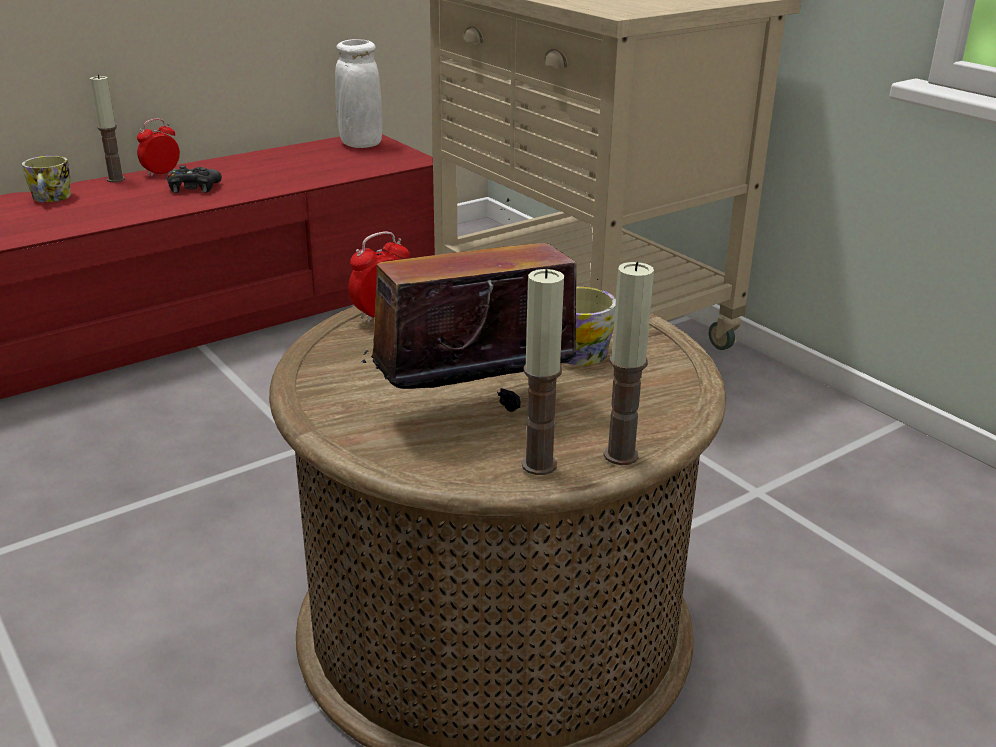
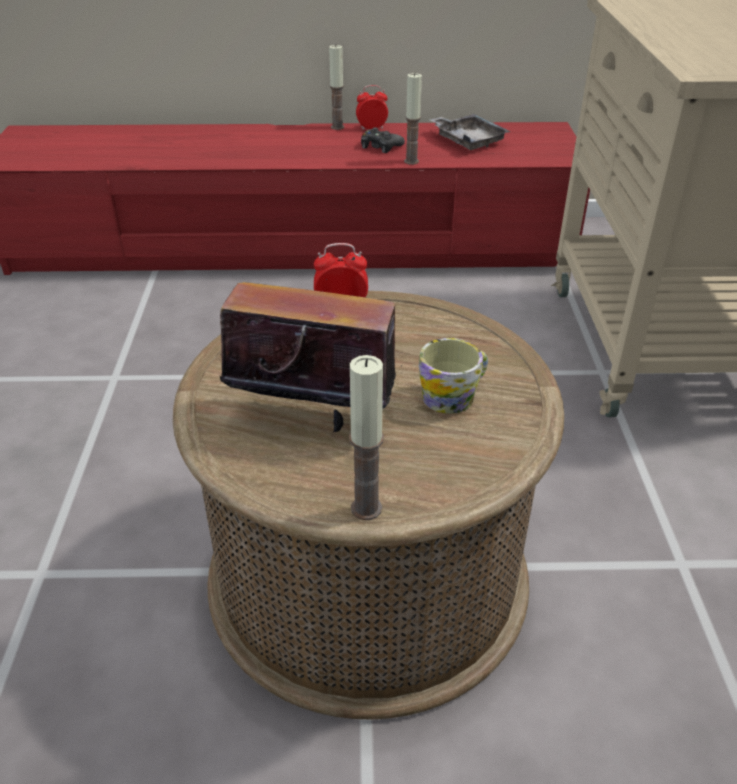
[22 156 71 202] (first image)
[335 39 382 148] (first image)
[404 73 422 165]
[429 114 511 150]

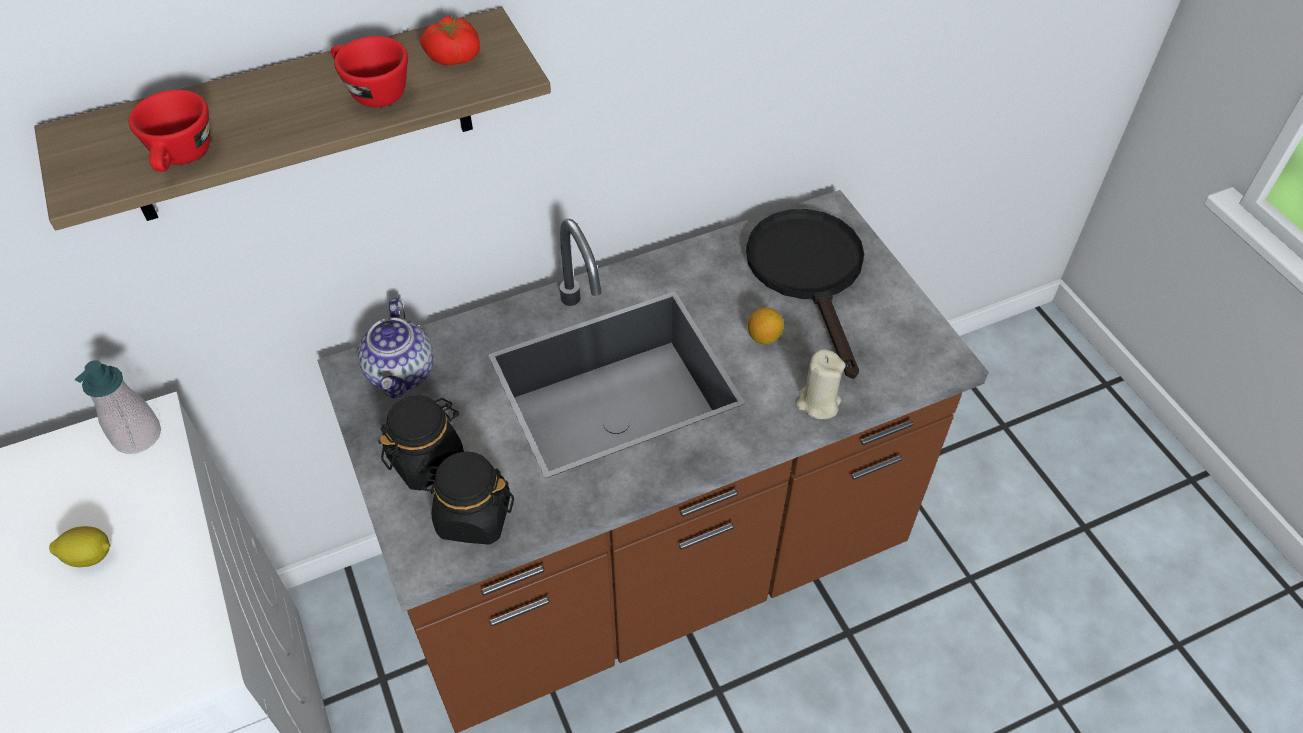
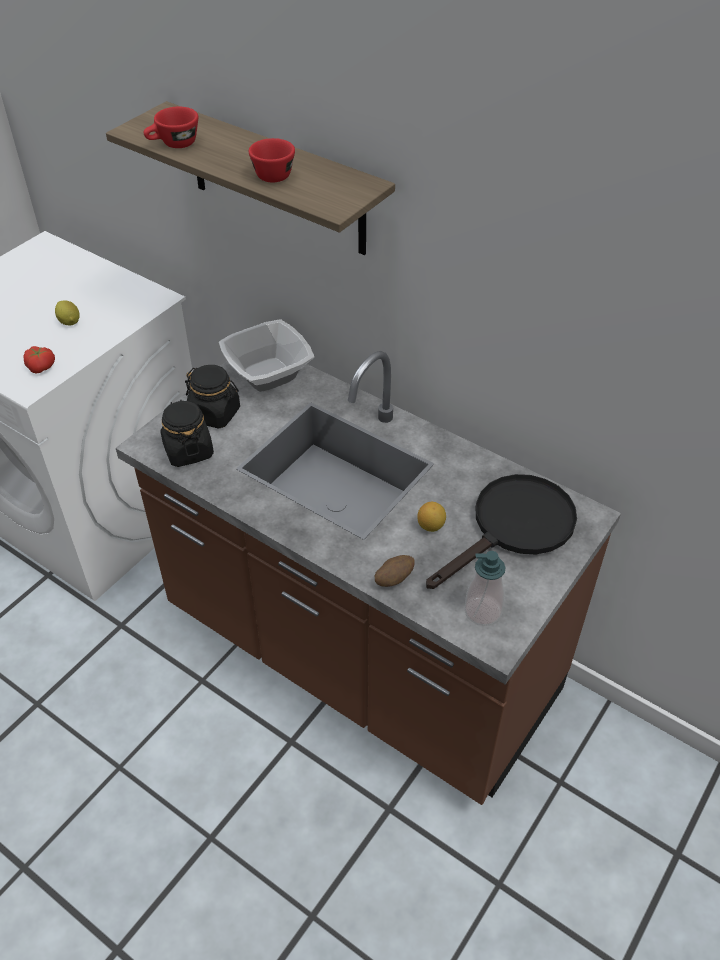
[464 551 506 626]
[219 319 314 392]
[23 346 55 373]
[375 555 415 587]

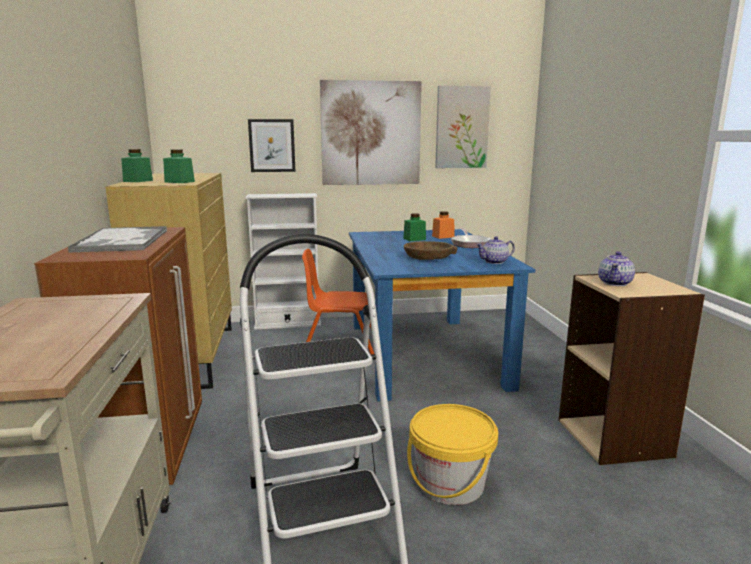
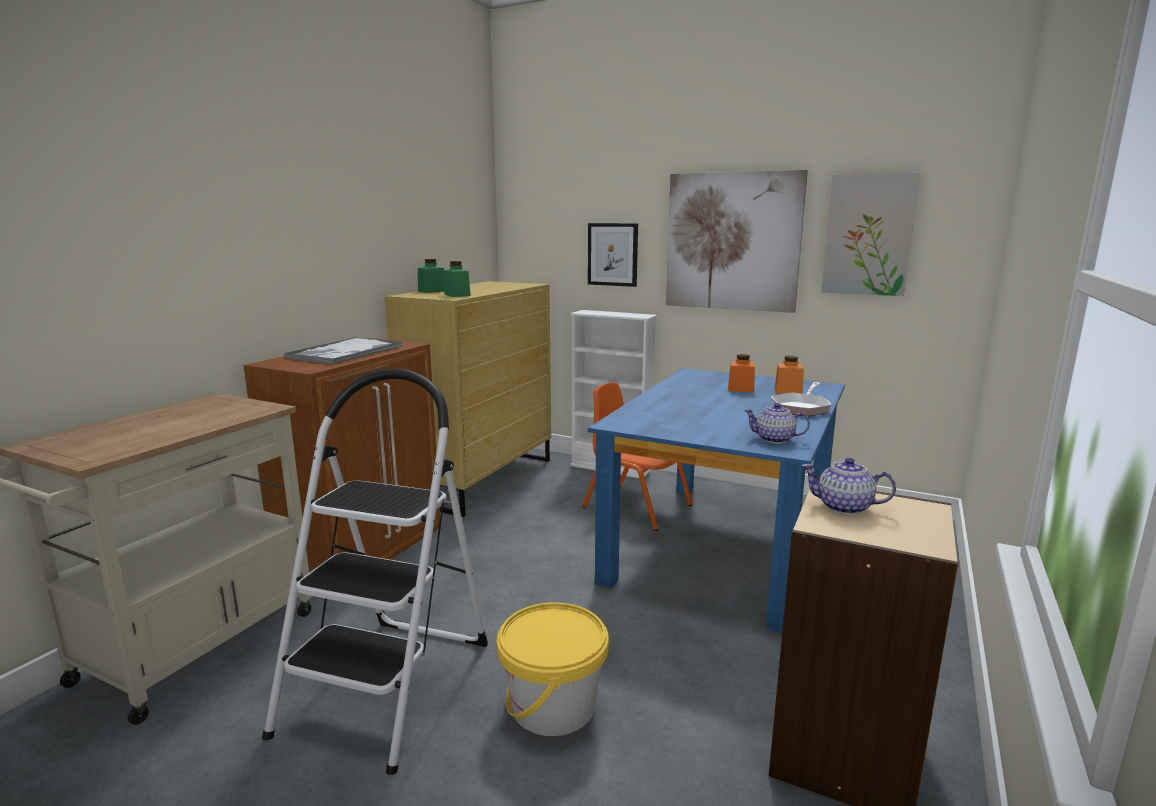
[728 354 755 393]
[404 241 457 260] (first image)
[801 458 896 515]

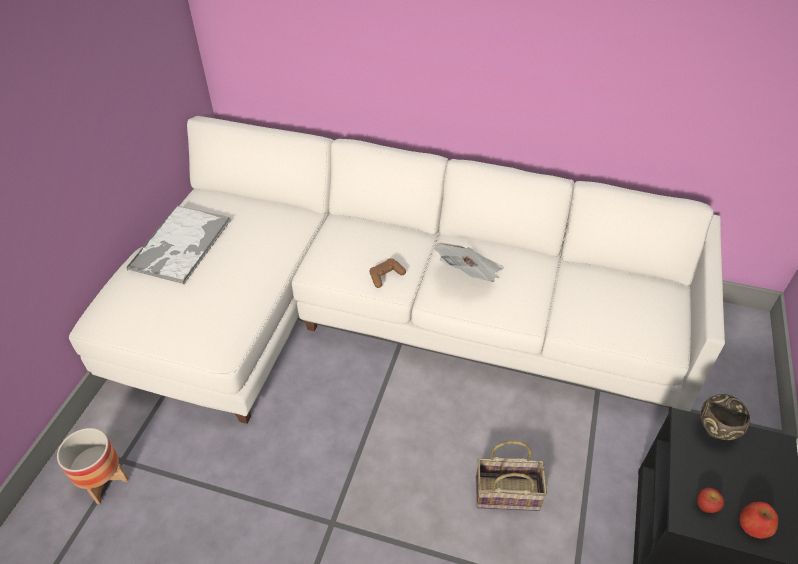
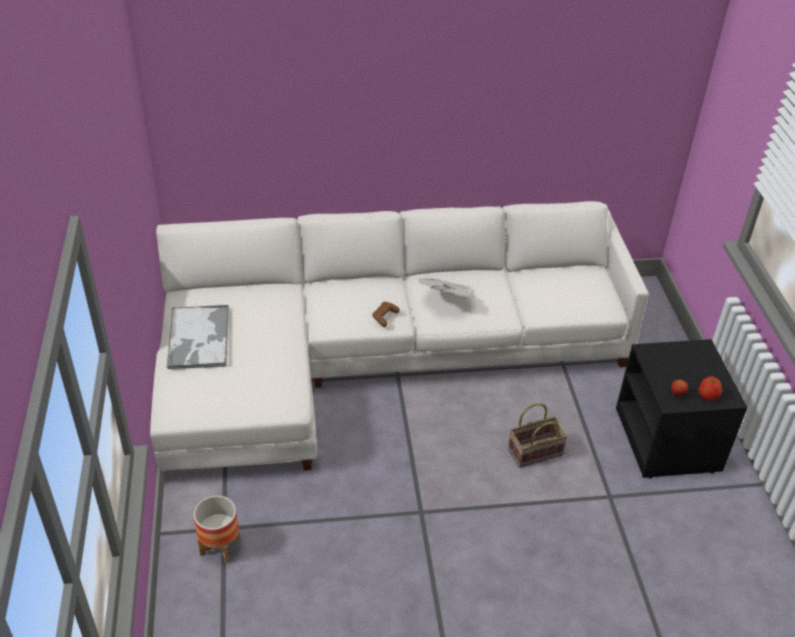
[700 394 750 440] (first image)

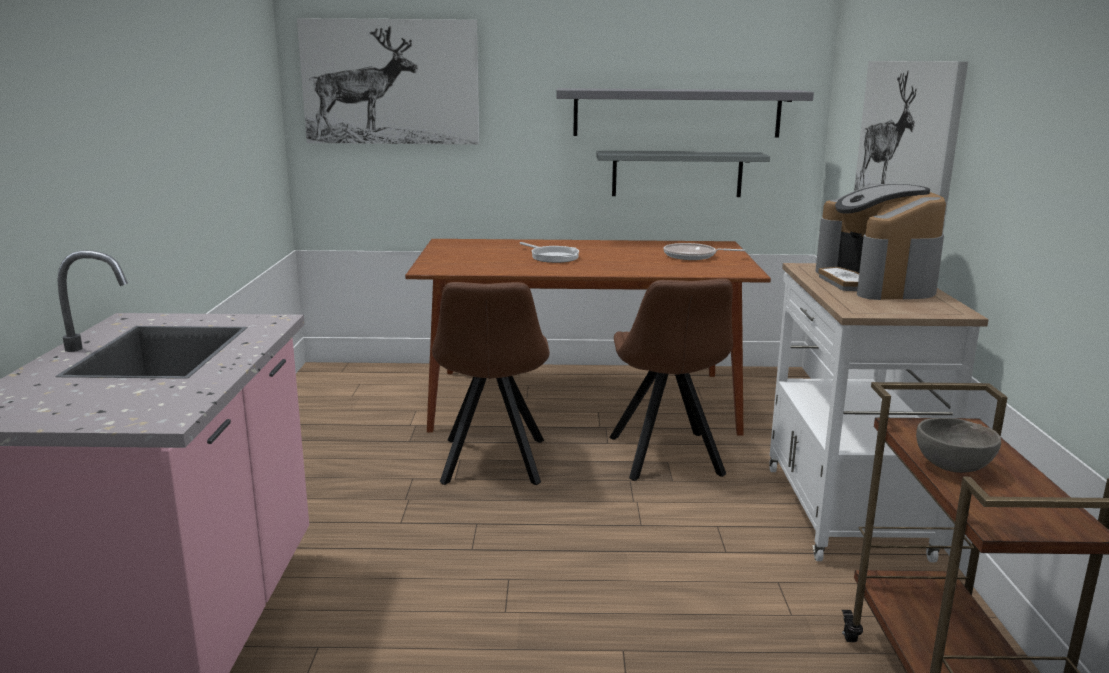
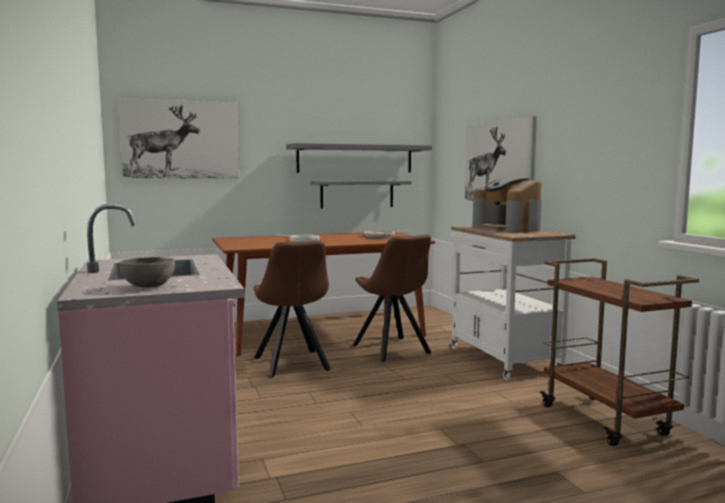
[119 257 175 288]

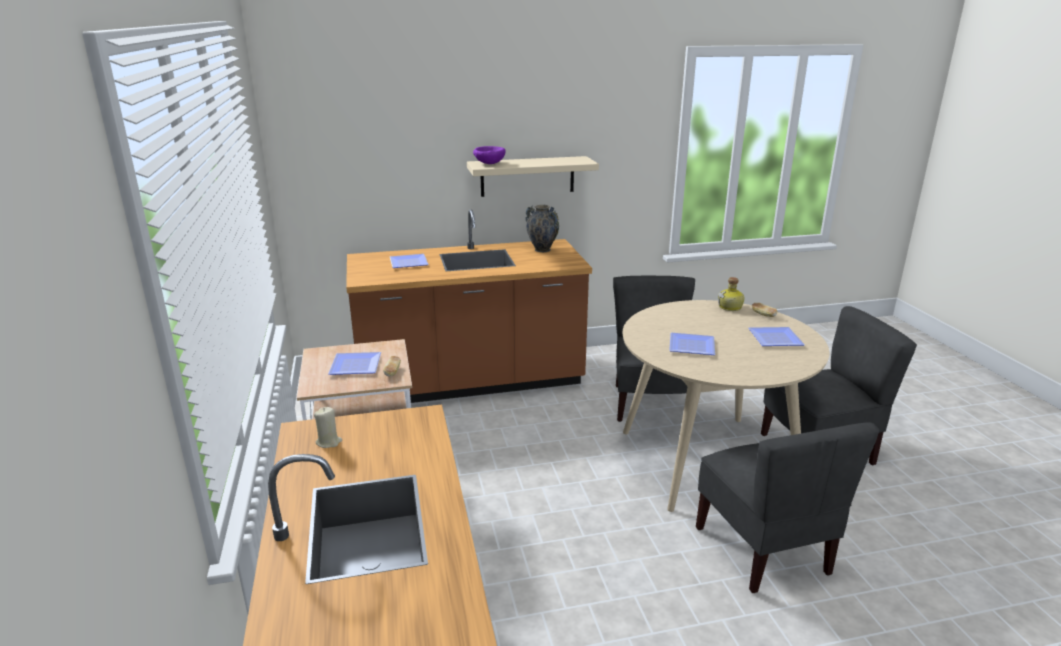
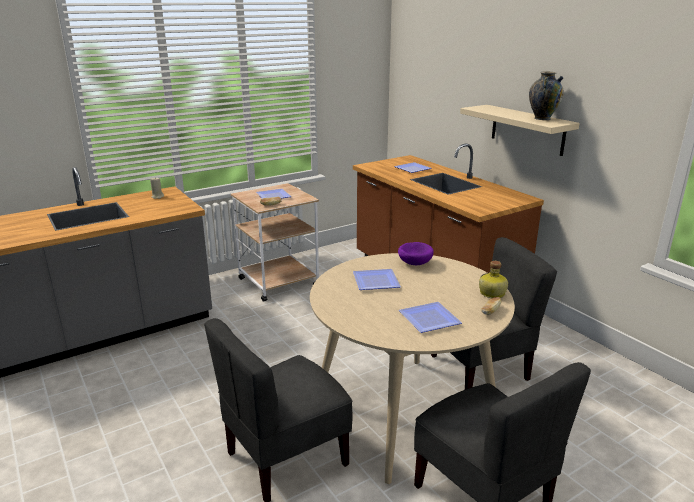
[398 242 434 265]
[529 71 564 120]

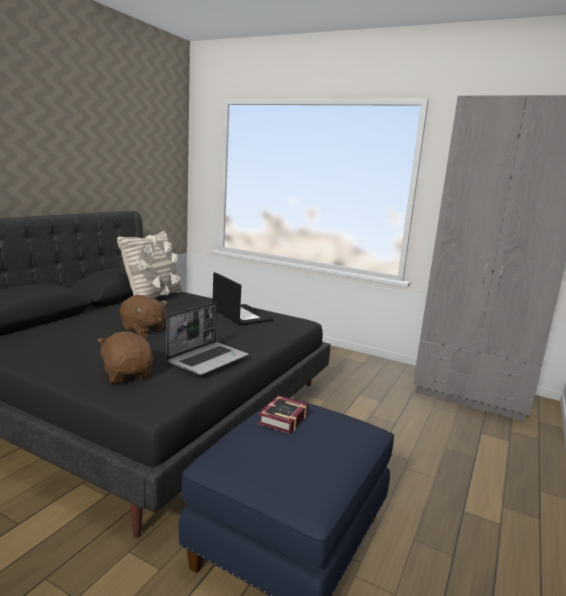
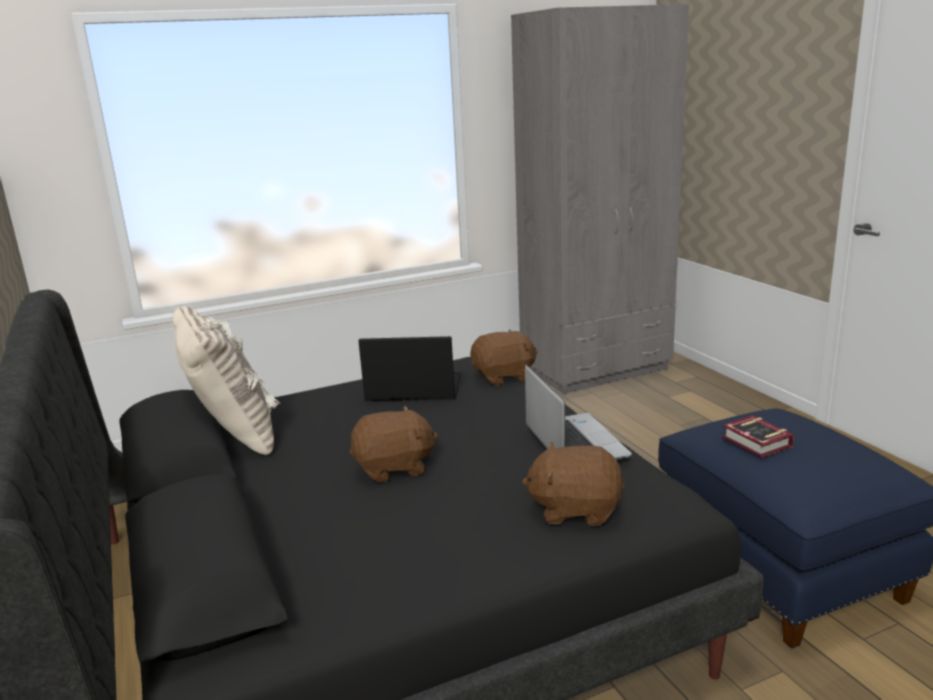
[470 330 538 386]

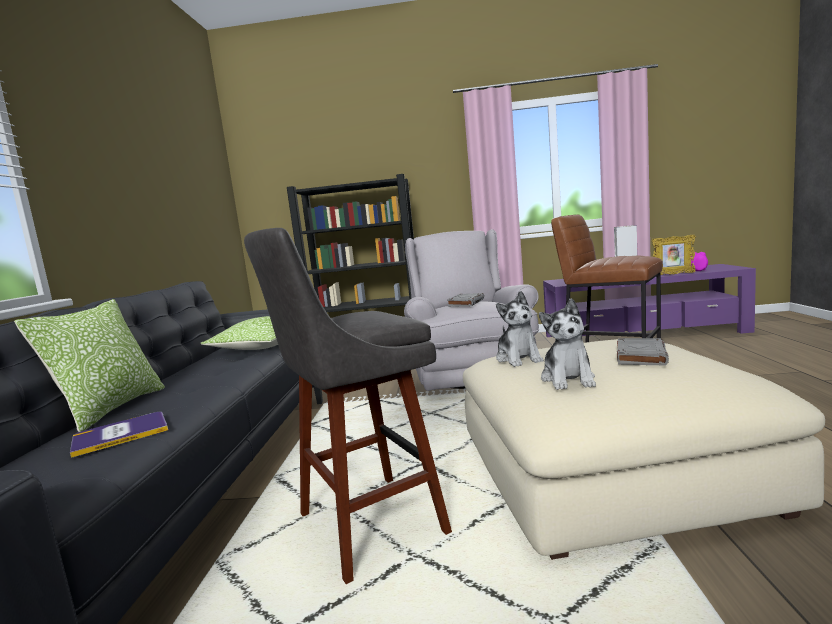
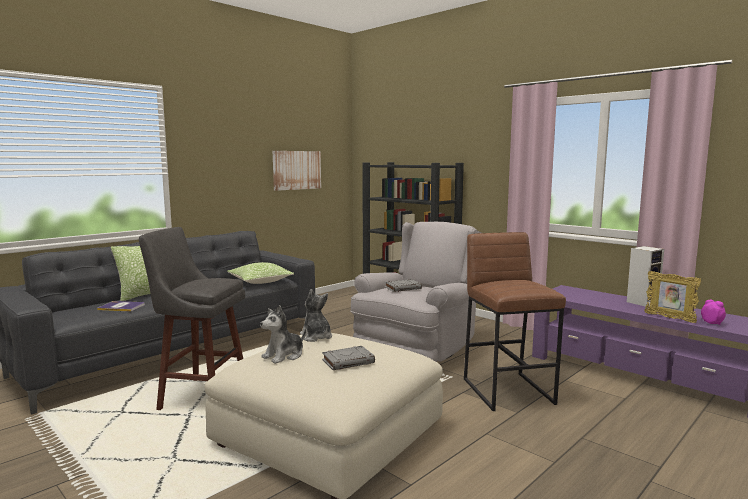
[300 289 332 342]
[273 151 321 191]

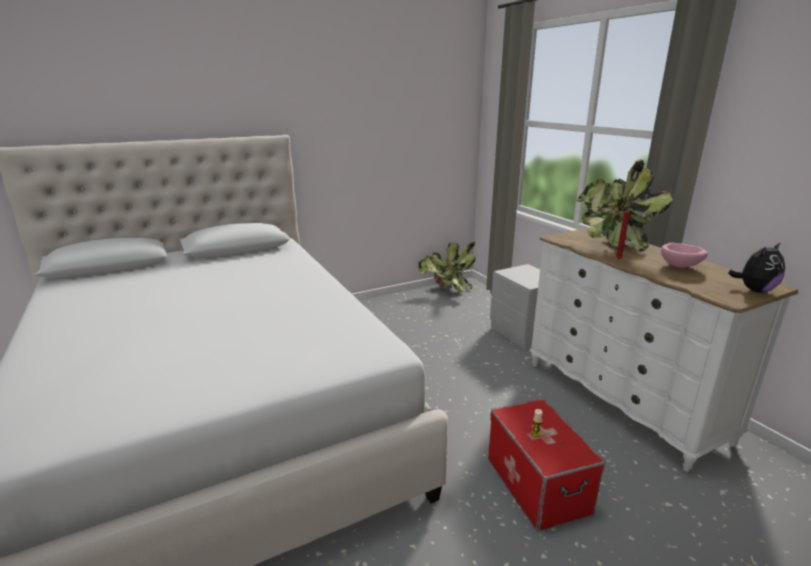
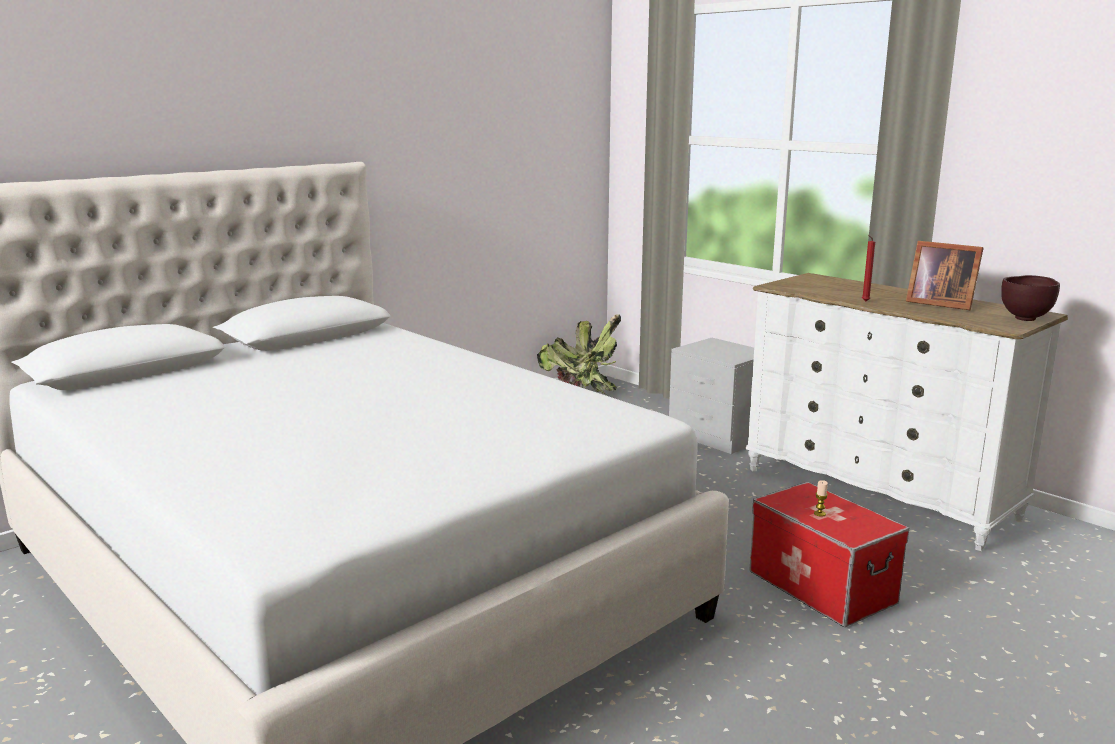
[576 159 673 252] (first image)
[906 241 984 310]
[1001 275 1060 321]

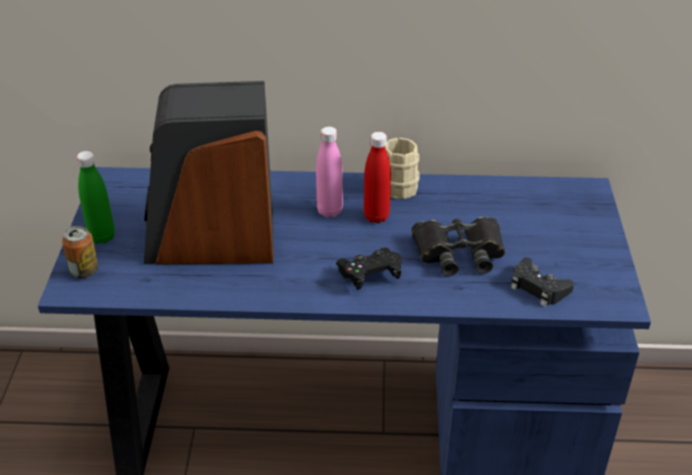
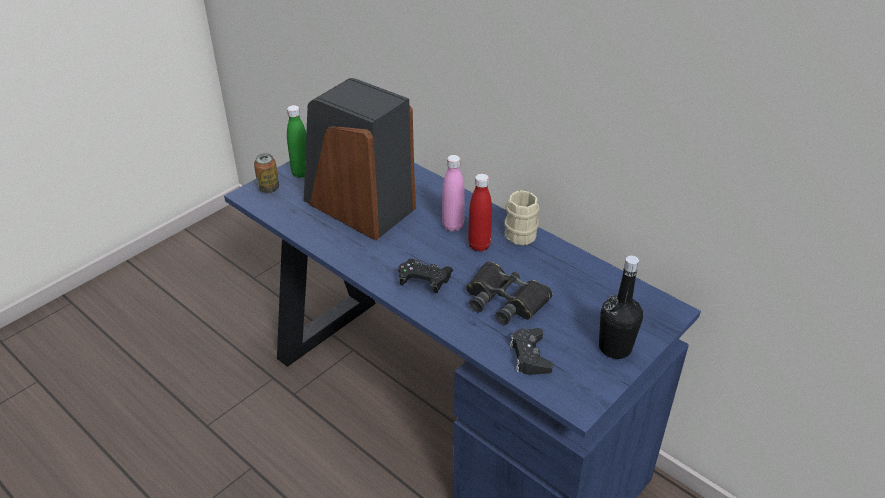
[599 256 643 359]

